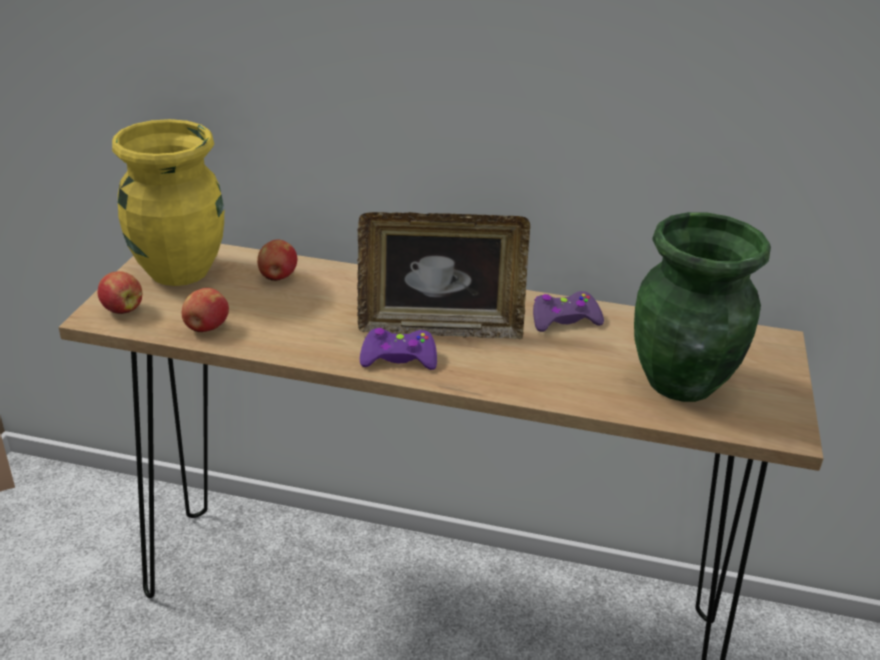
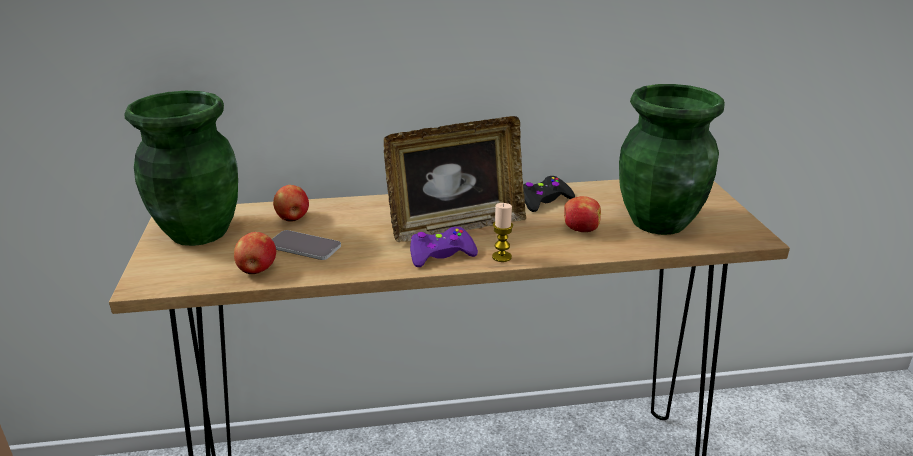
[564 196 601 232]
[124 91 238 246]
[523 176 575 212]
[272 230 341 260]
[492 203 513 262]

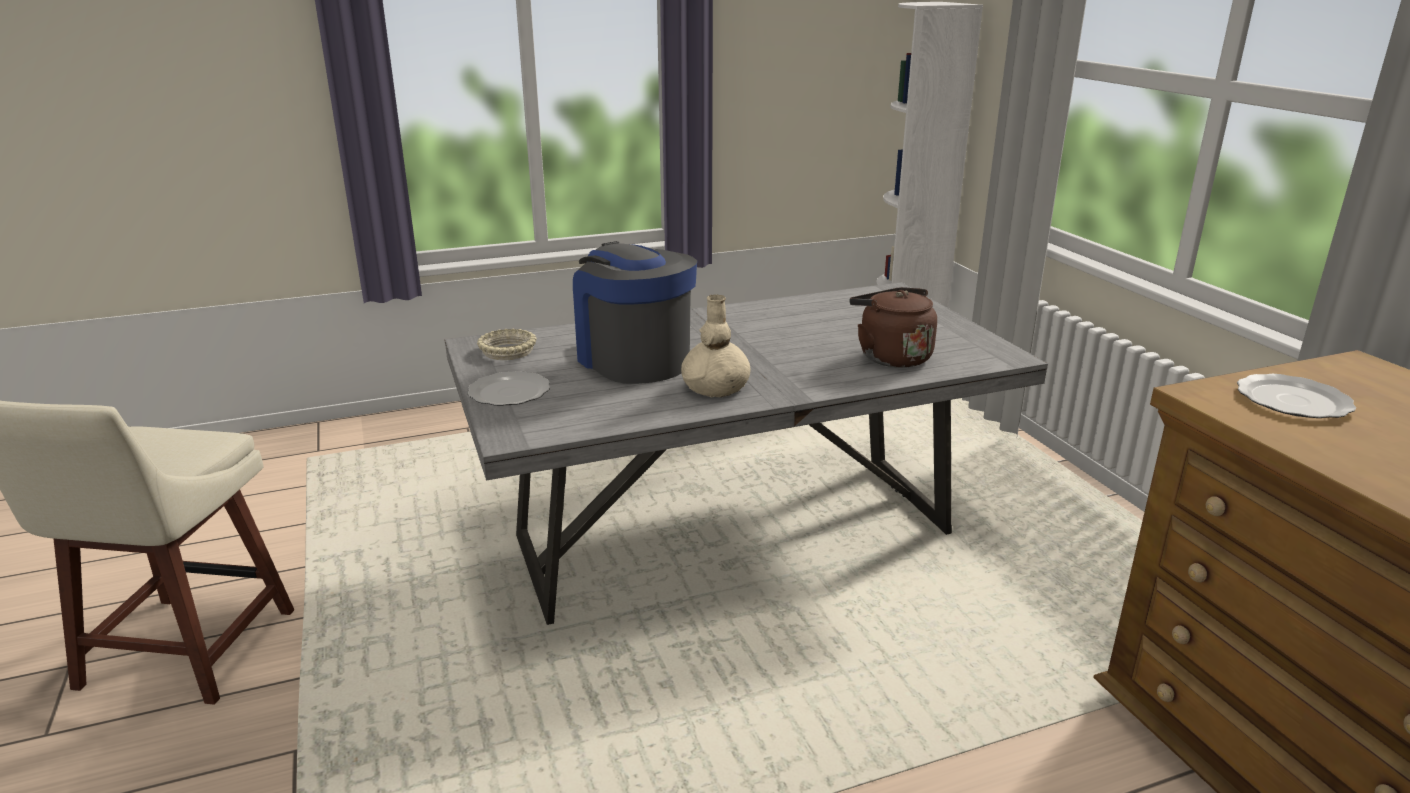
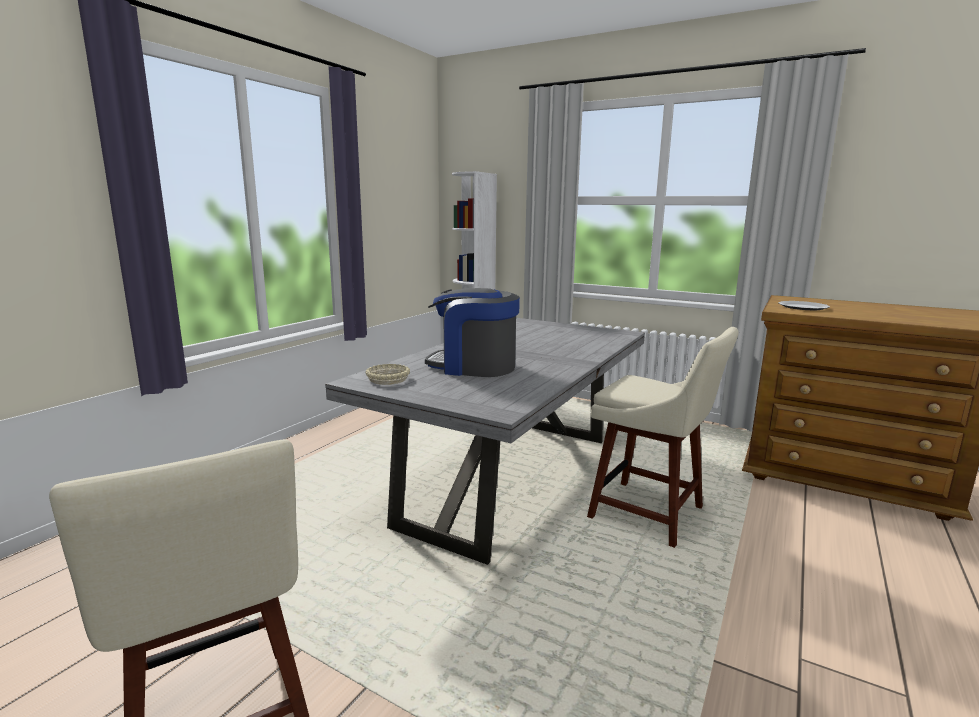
[468 371 550 406] (first image)
[681 294 751 398] (first image)
[850 287 937 368] (first image)
[587 327 739 548]

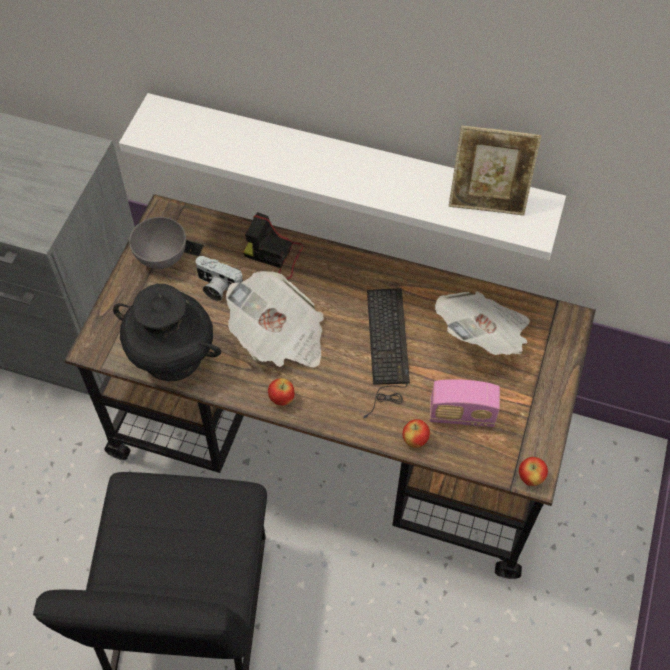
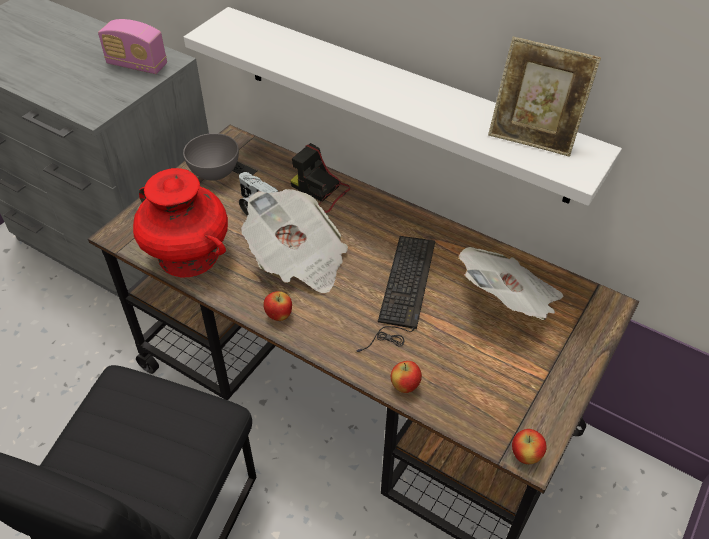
[133 168 228 278]
[98 19 167 74]

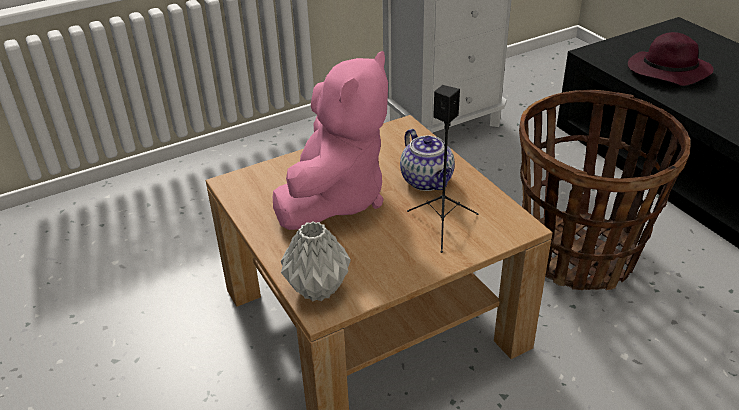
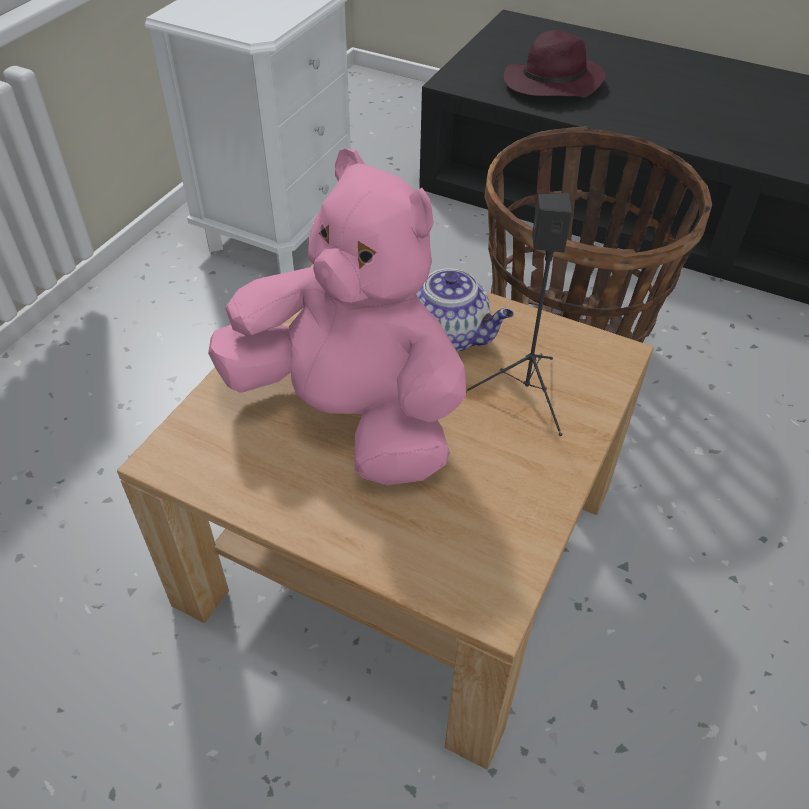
[208 149 466 485]
[281 221 351 302] (first image)

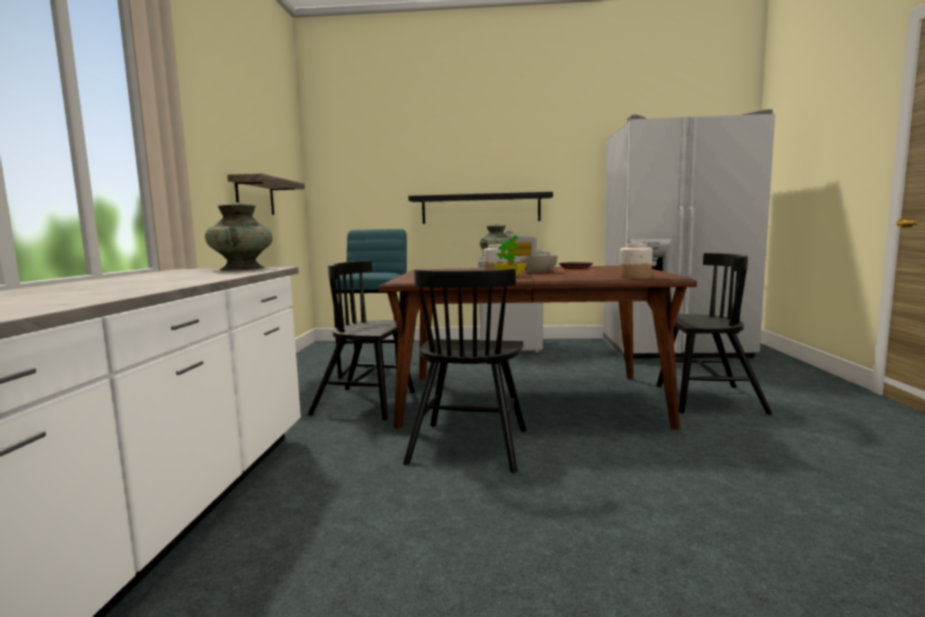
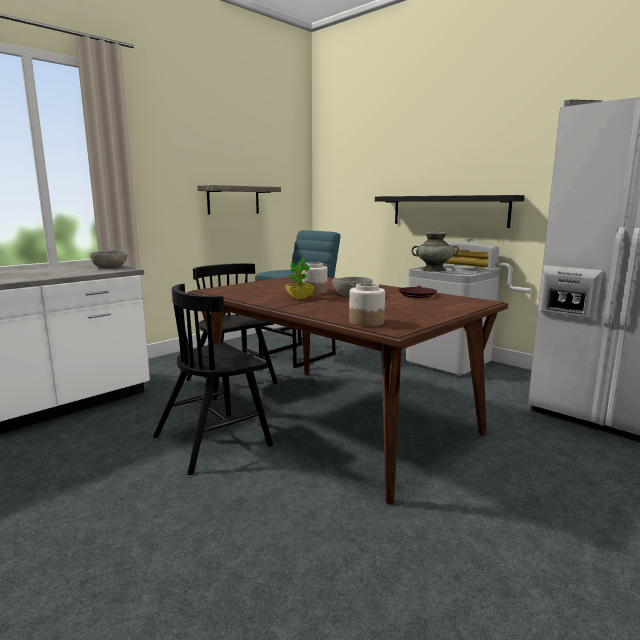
[90 251 128 268]
[657 253 772 415] (first image)

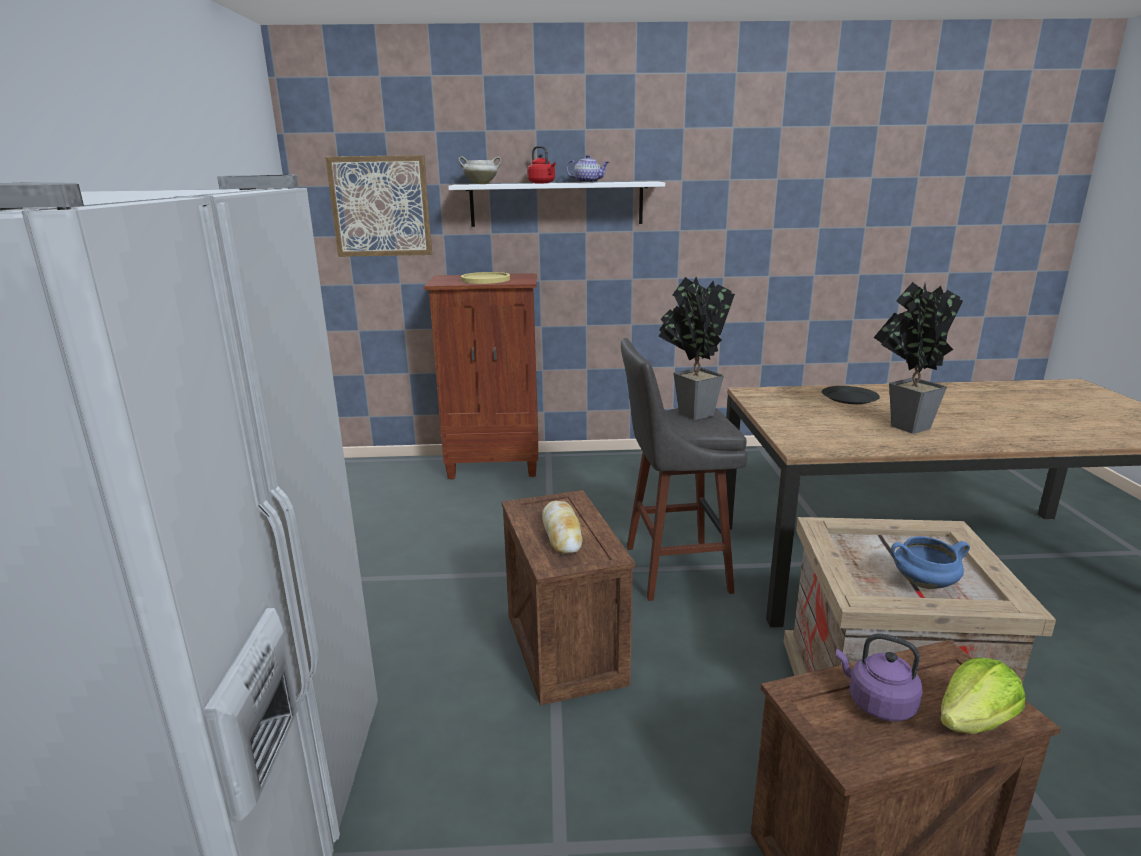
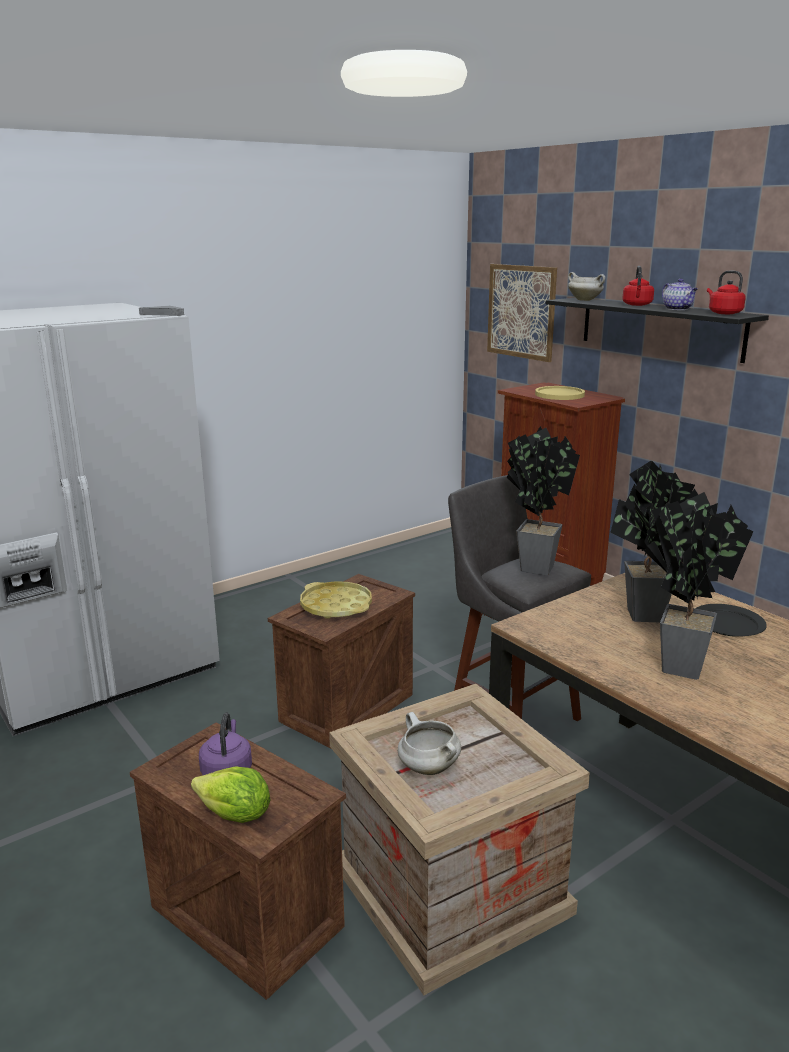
[546 298 769 363]
[300 581 372 619]
[398 712 461 775]
[610 461 695 622]
[707 271 746 314]

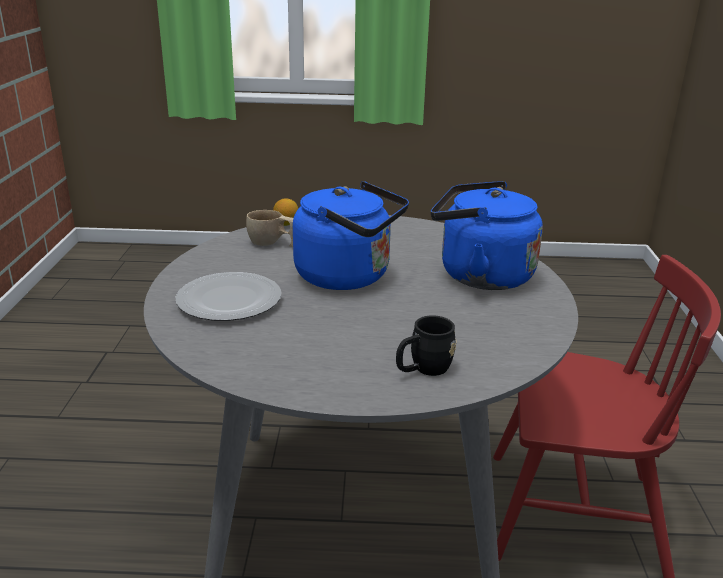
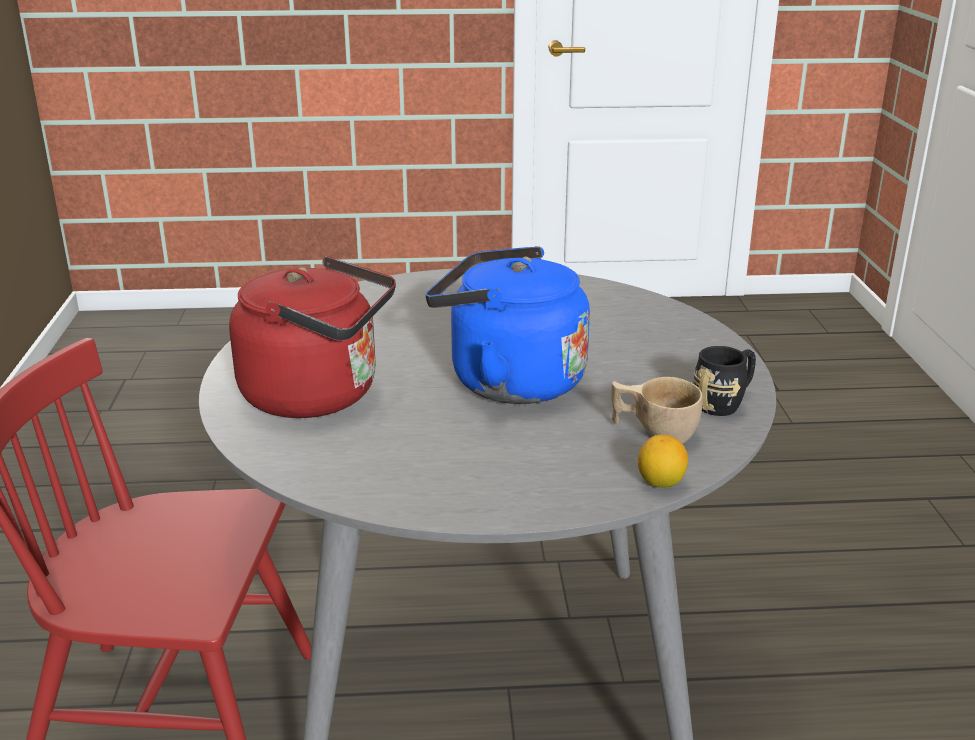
[176 272 282 321] (first image)
[693 346 756 416]
[229 256 396 418]

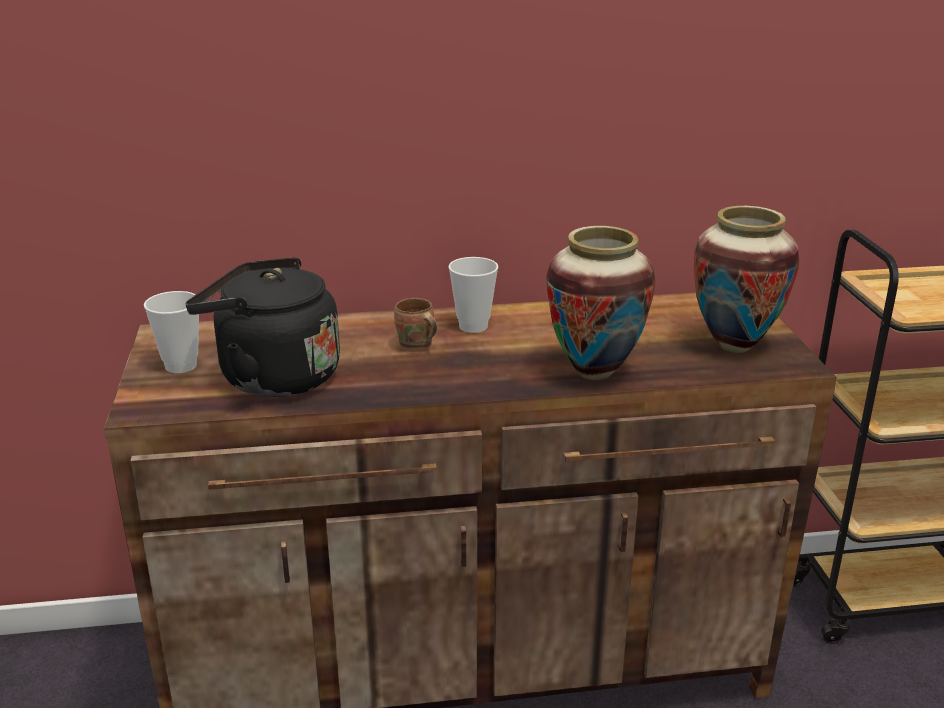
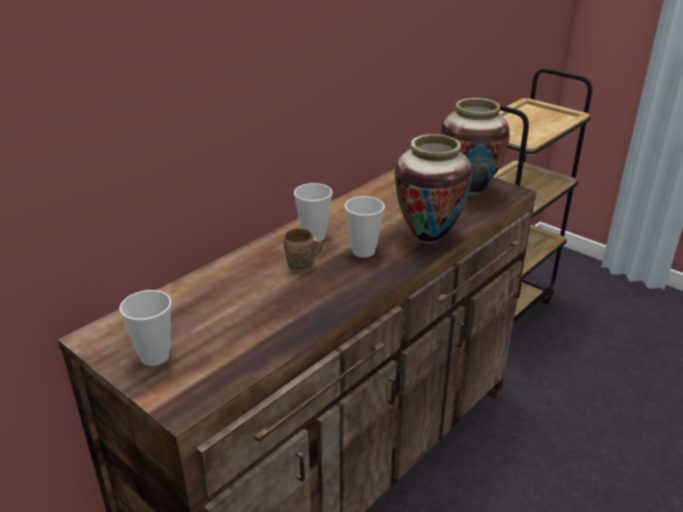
[186 257 340 397] (first image)
[345 196 385 258]

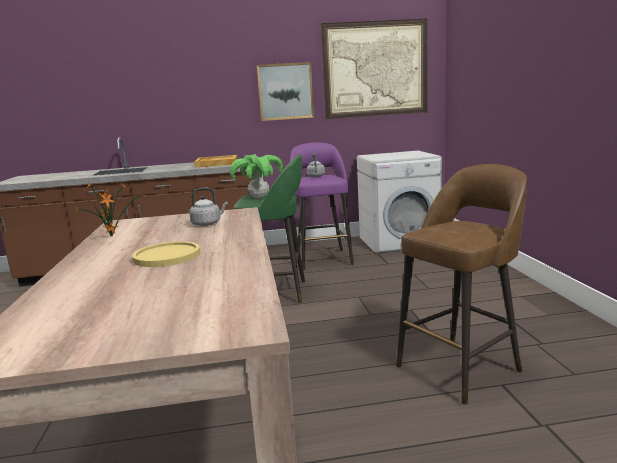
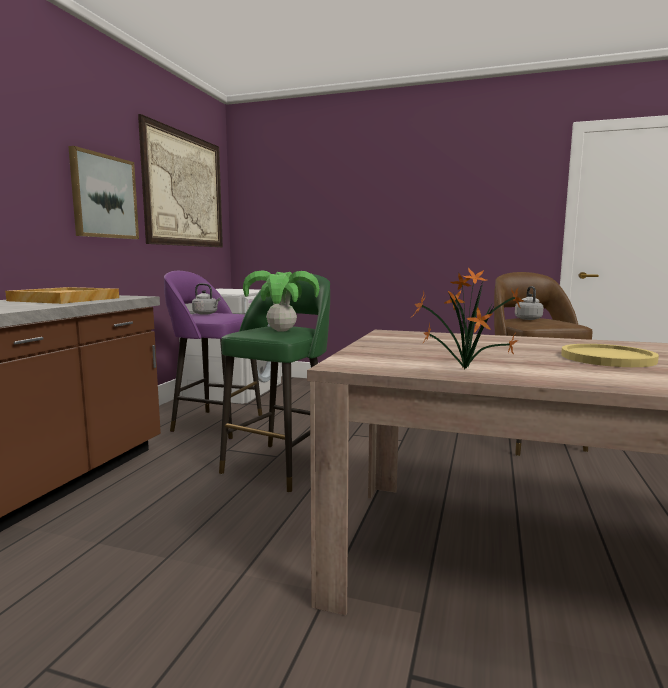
[515 286 543 320]

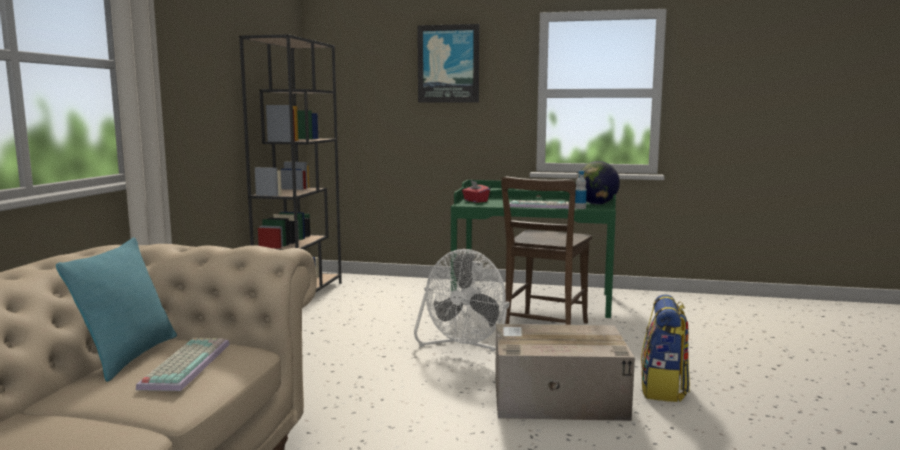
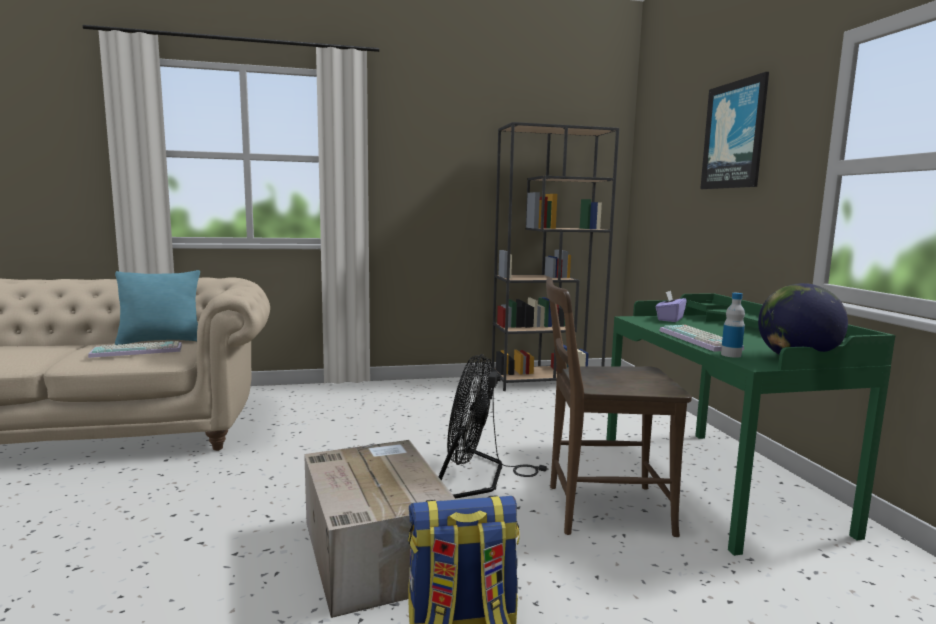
[438 354 549 499]
[656 290 687 322]

